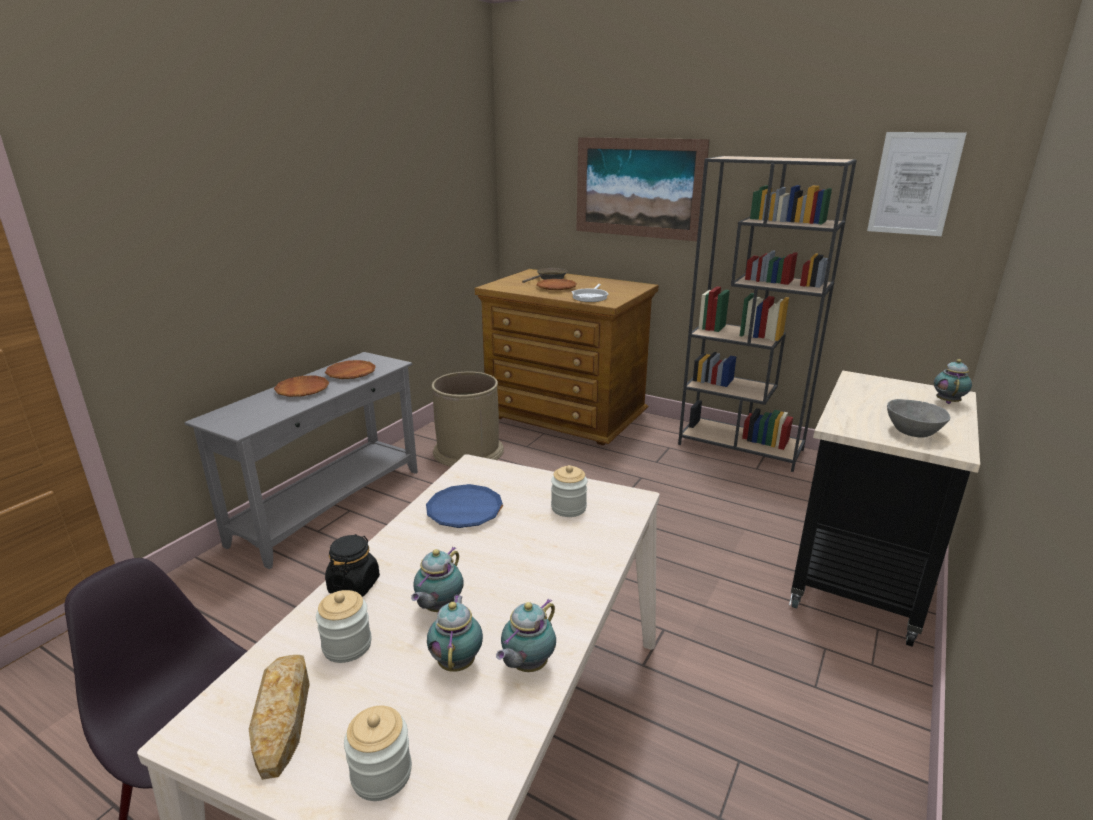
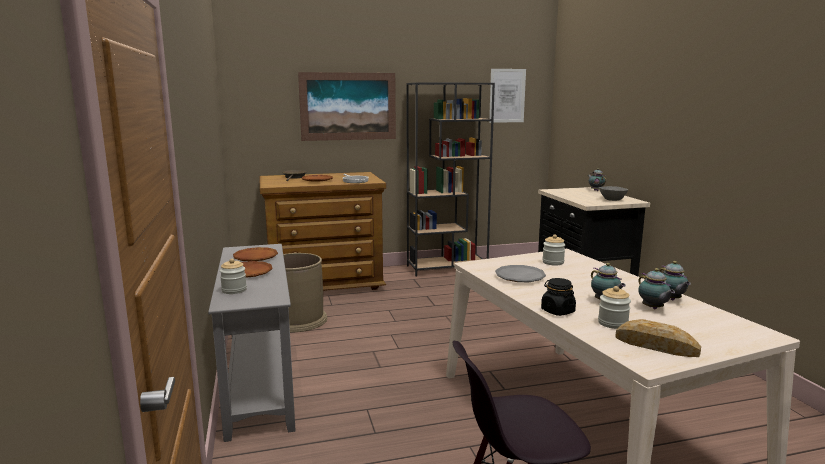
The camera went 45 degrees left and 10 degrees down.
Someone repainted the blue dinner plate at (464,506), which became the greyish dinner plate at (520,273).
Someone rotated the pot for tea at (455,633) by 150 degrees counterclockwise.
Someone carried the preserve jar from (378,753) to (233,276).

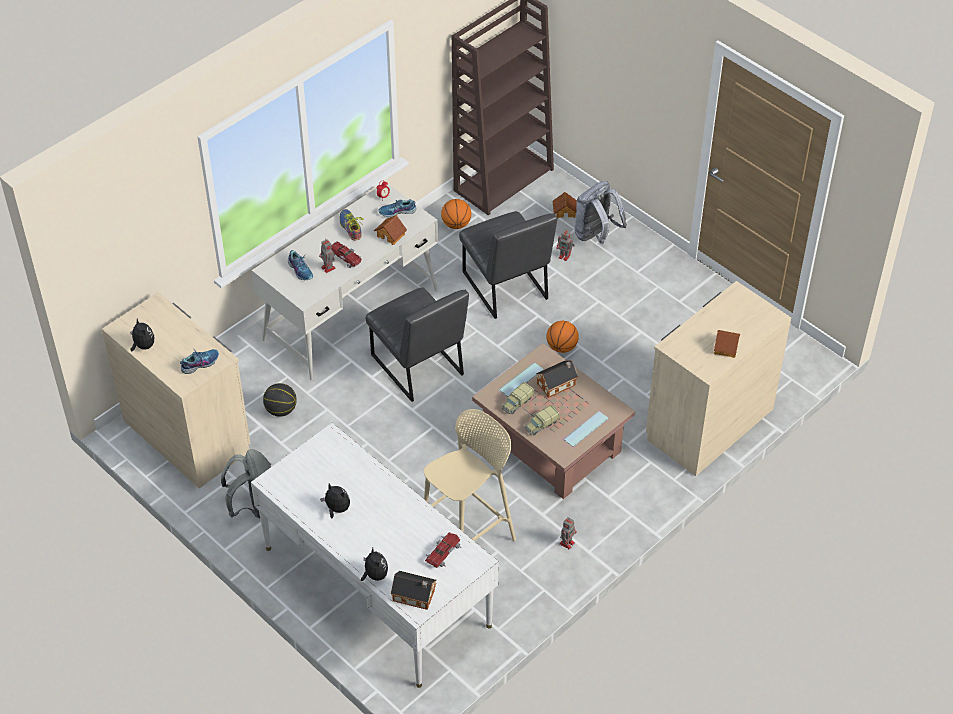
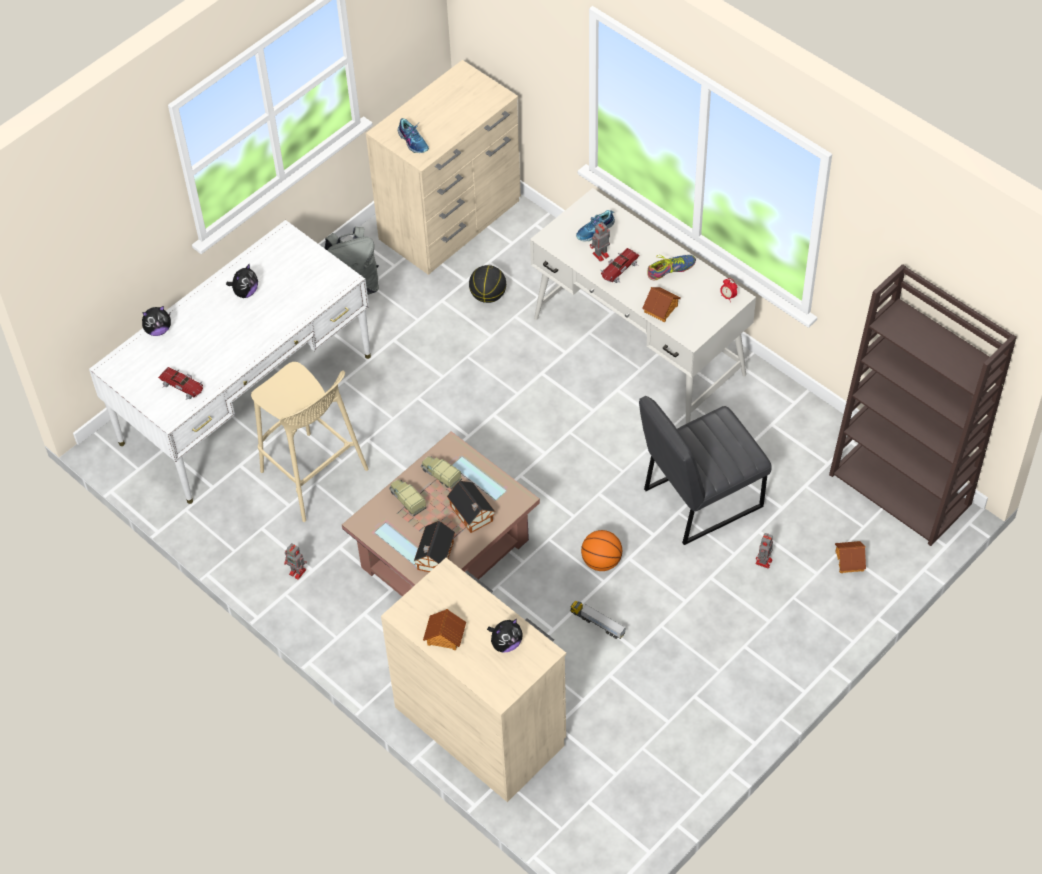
The camera went 90 degrees right and 5 degrees up.
Someone took away the greyish knapsack at (601,212).
Someone took away the low shoe at (397,208).
Someone took away the ball for basketball at (456,214).
Someone took away the greyish plain chair at (417,344).
Someone carried the cuddly toy from (142,335) to (505,636).
Someone carried the toy house from (413,590) to (434,546).
Someone put down the toy lorry at (598,620).

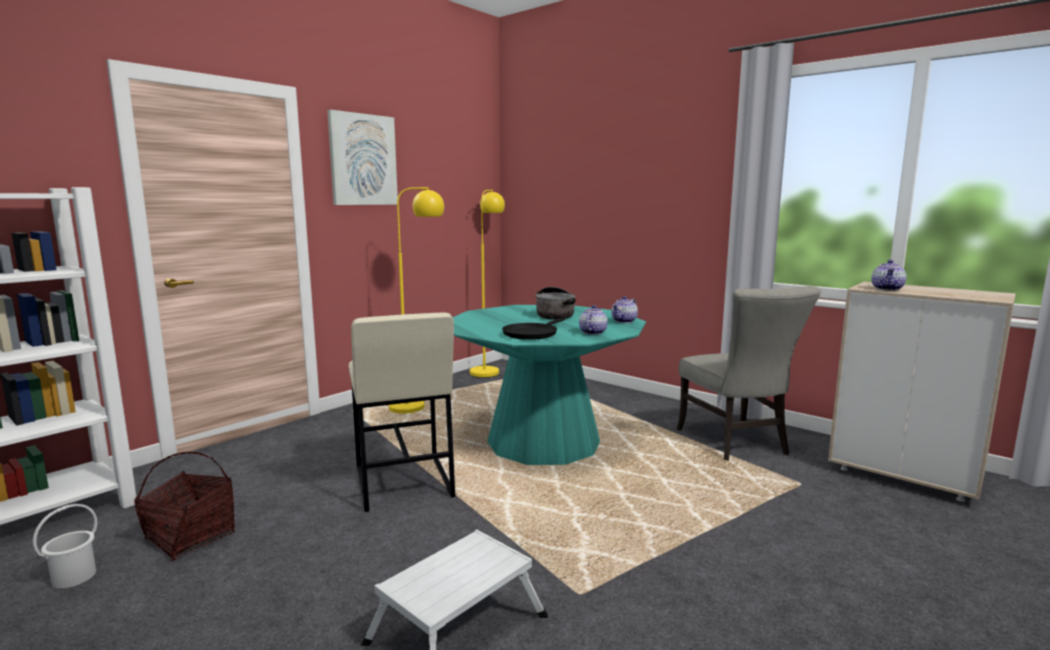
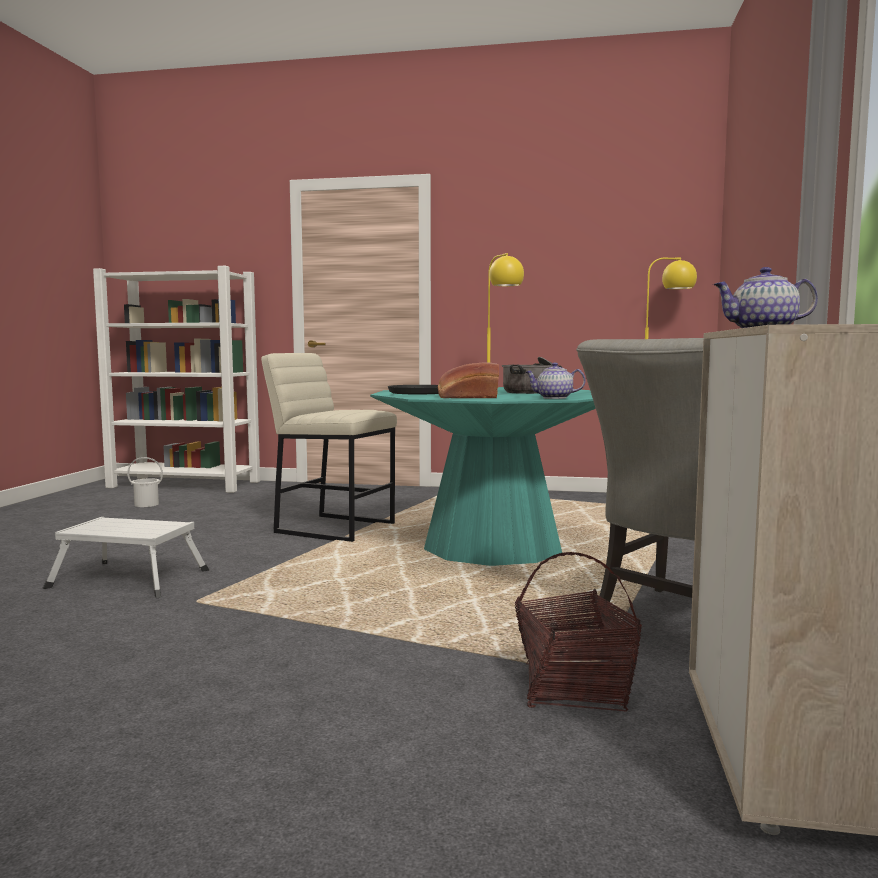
The camera went 60 degrees right and 5 degrees down.
Someone took away the wall art at (362,157).
Someone swapped the pot for tea at (593,320) for the baked bread at (468,380).
Someone rotated the beige-coloured plain chair at (402,412) by 75 degrees clockwise.
Someone carried the household basket from (184,506) to (578,632).

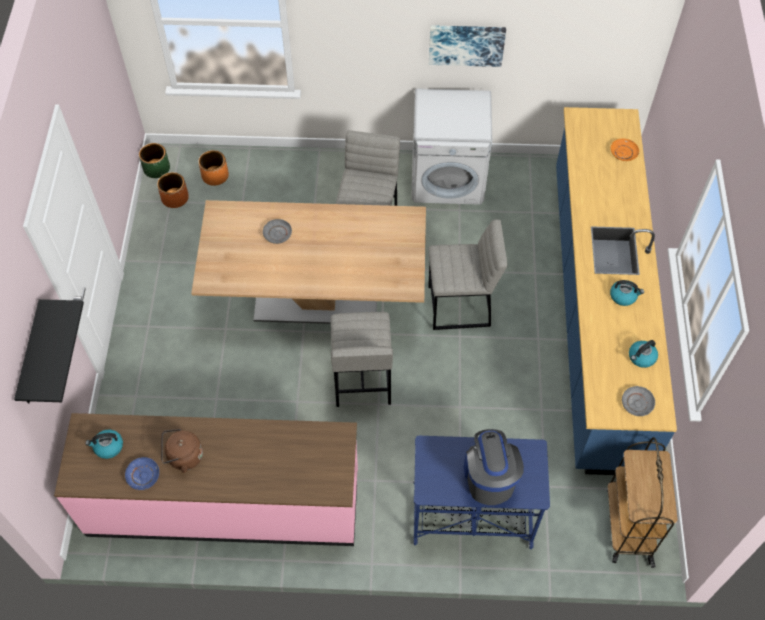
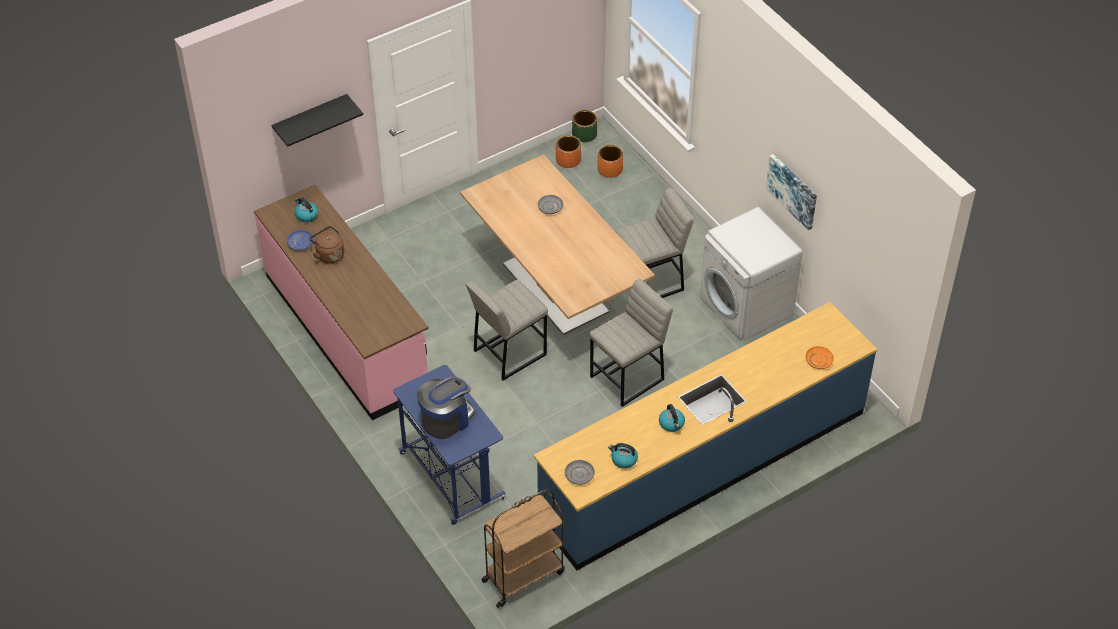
The camera went 55 degrees right and 10 degrees down.
Someone rotated the greyish plain chair at (468,274) by 90 degrees counterclockwise.

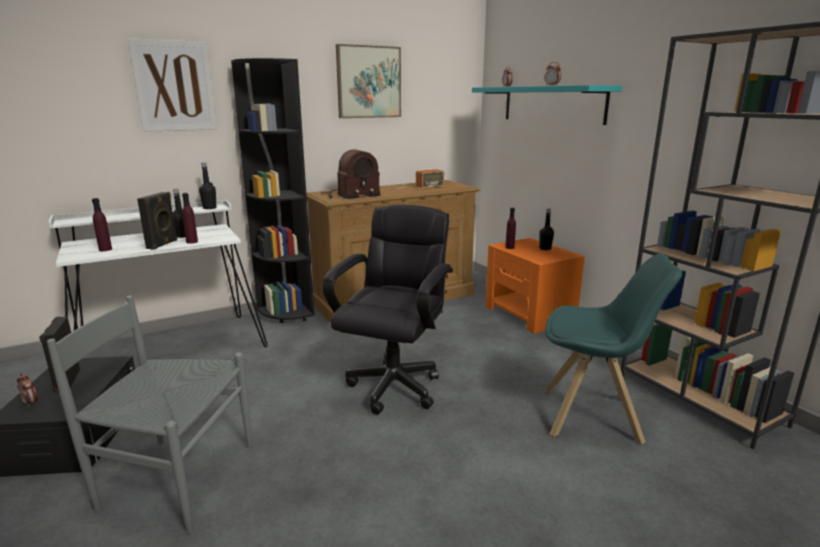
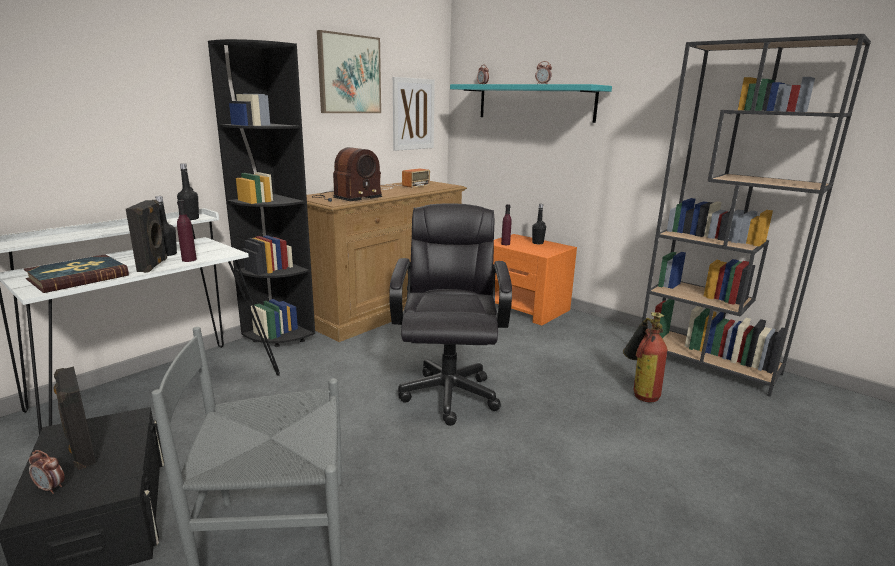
The camera went 20 degrees left and 0 degrees up.
Someone carried the wall art from (172,85) to (414,114).
Someone swapped the purple bottle at (102,224) for the book at (76,273).
Someone swapped the turquoise plain chair at (613,348) for the fire extinguisher at (645,357).

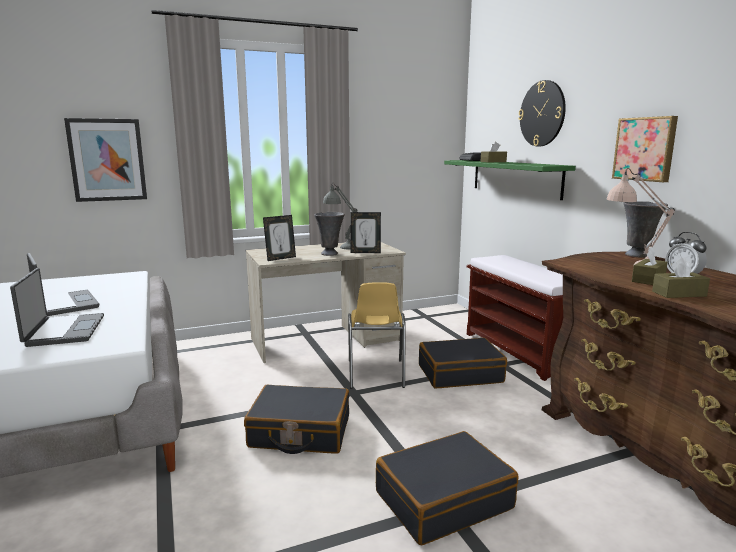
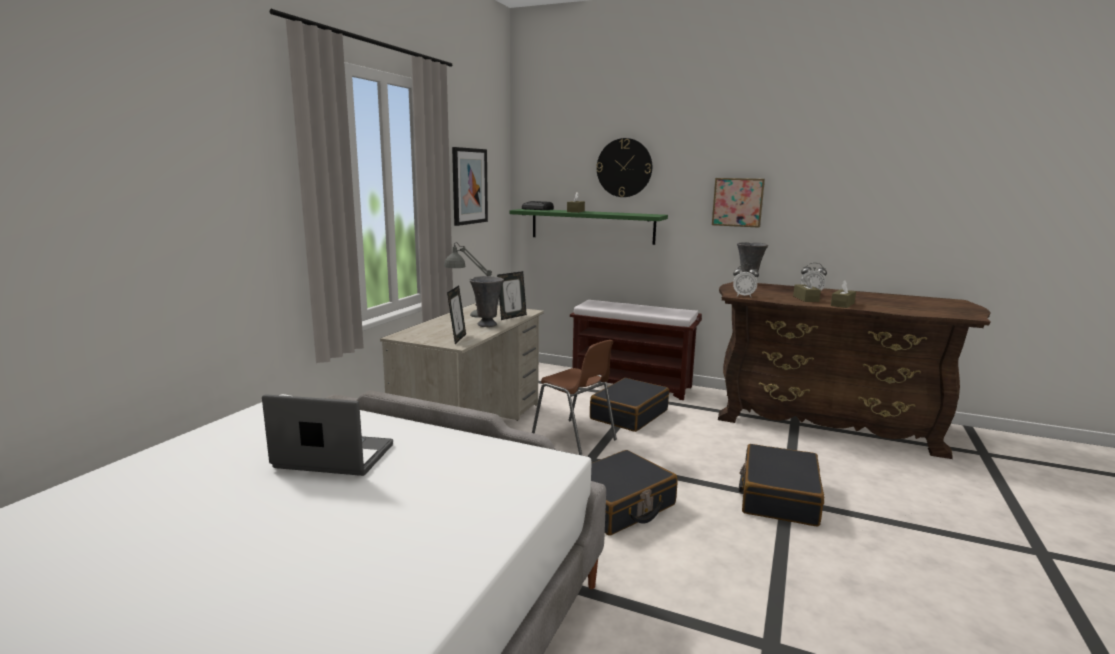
The camera went 45 degrees left and 0 degrees up.
Someone carried the wall art from (105,160) to (470,186).
Someone took away the beige-coloured tabletop lamp at (641,217).
Someone took away the laptop at (57,307).
Someone repainted the yellowish plain chair at (377,335), which became the brownish plain chair at (574,398).
Someone put down the bedside clock at (746,280).

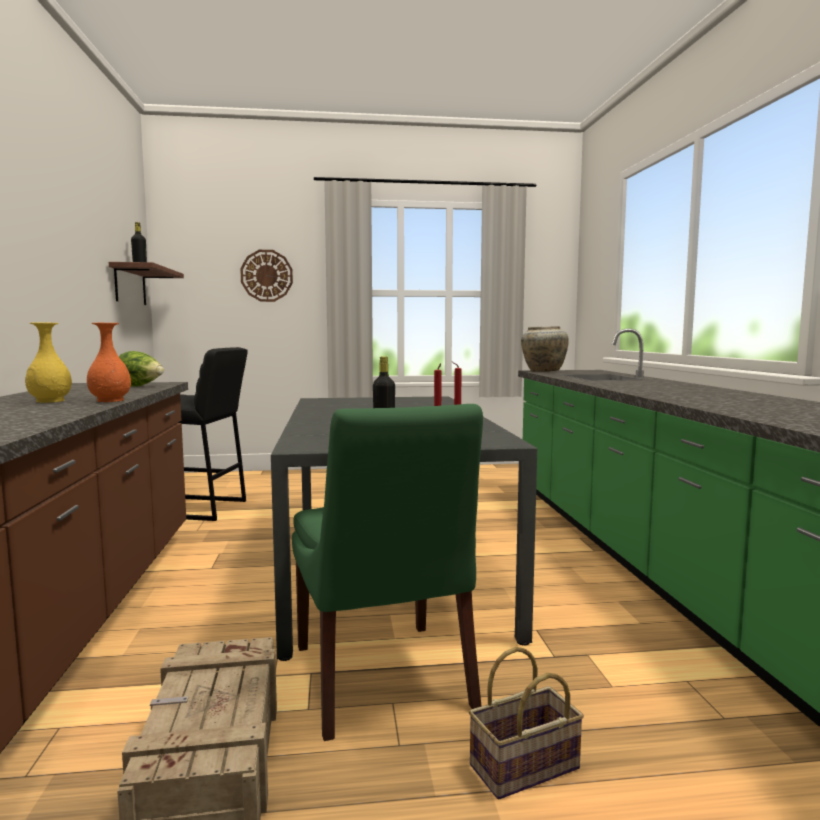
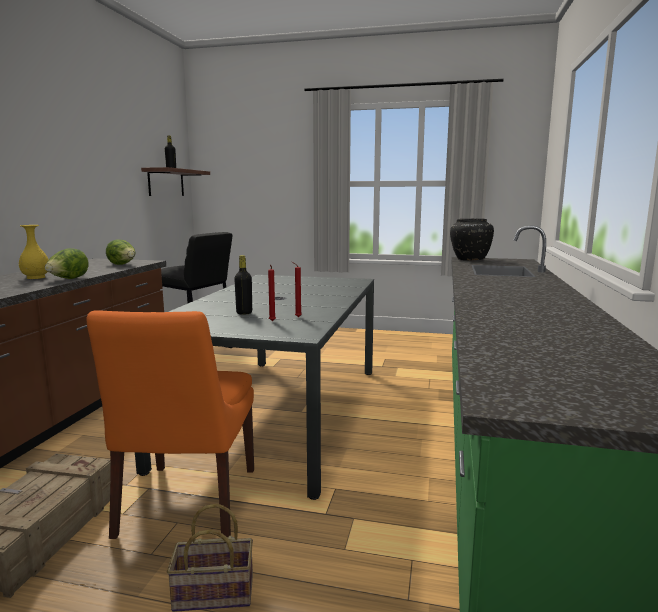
The camera went 20 degrees right and 5 degrees up.
Someone took away the hanging clock at (266,276).
Someone swapped the orange-coloured decorative vase at (109,362) for the lettuce at (67,263).
Someone repainted the beige-coloured decorative vase at (545,349), which became the black decorative vase at (472,239).
Someone repainted the greenish plain chair at (387,572), which became the orange-coloured plain chair at (170,424).

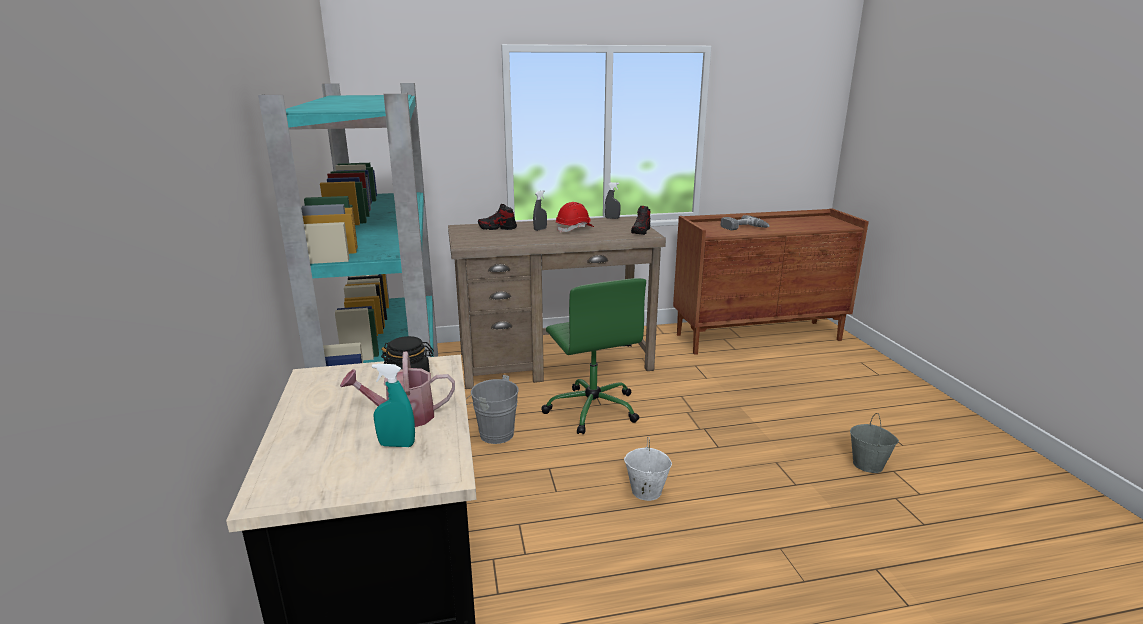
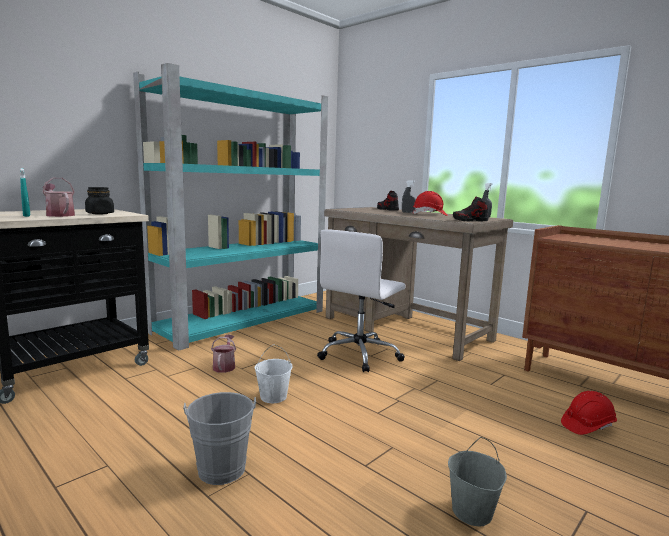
The camera went 55 degrees right and 10 degrees down.
Someone took away the power drill at (745,222).
Someone repainted the greenish computer chair at (593,356), which became the white computer chair at (361,301).
Someone carried the greyish bucket from (492,409) to (219,438).
Someone put down the watering can at (223,353).
Someone put down the red hard hat at (589,413).

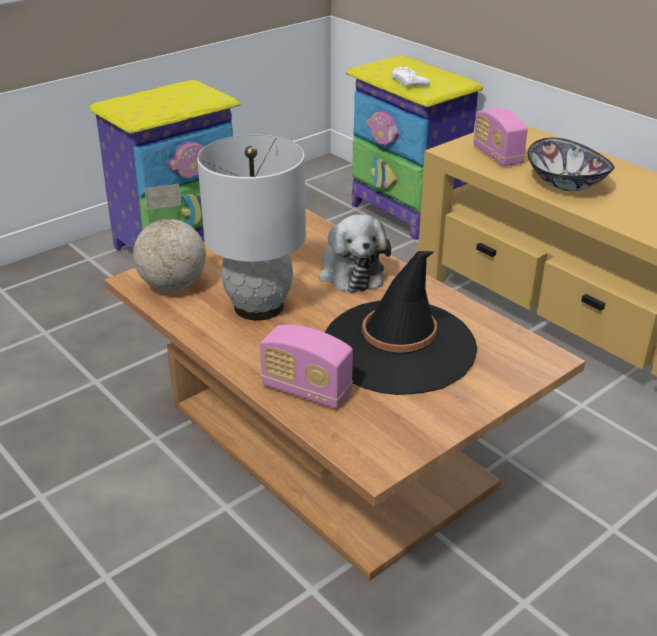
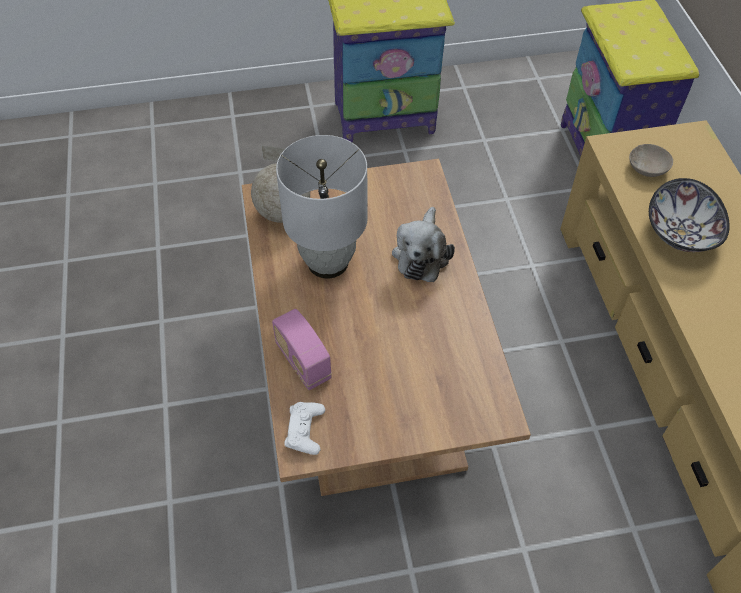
The camera went 30 degrees right and 20 degrees up.
Someone carried the white joypad from (410,77) to (305,428).
Someone swapped the radio at (501,137) for the beige-coloured bowl at (651,160).
Someone took away the black wearable hat at (401,323).

